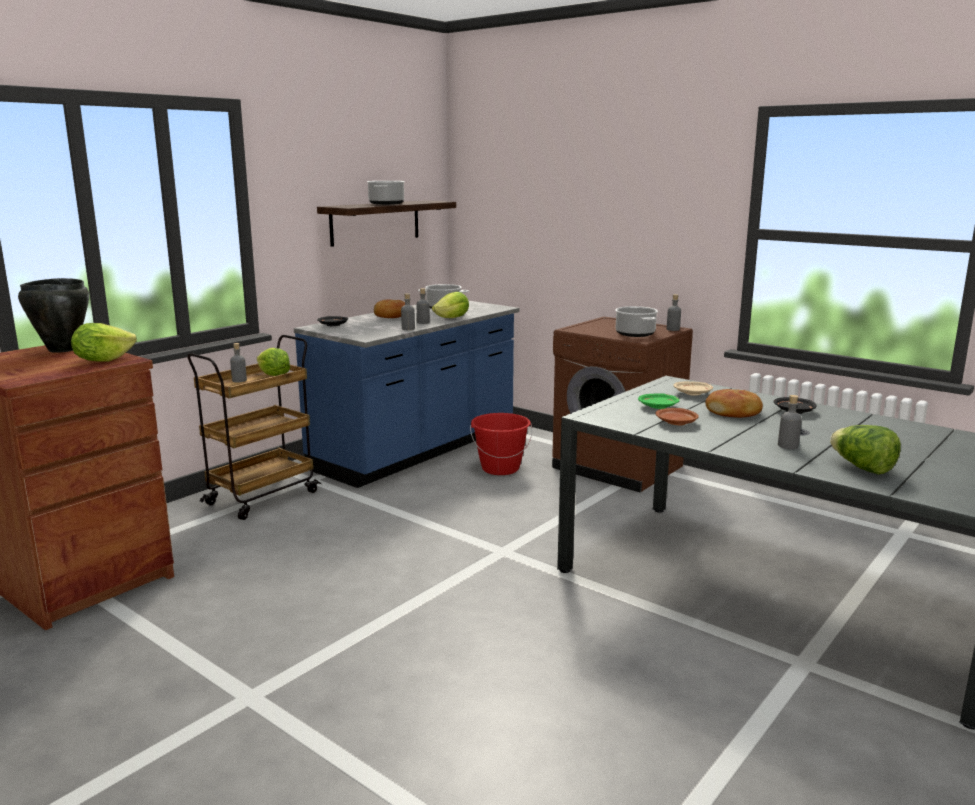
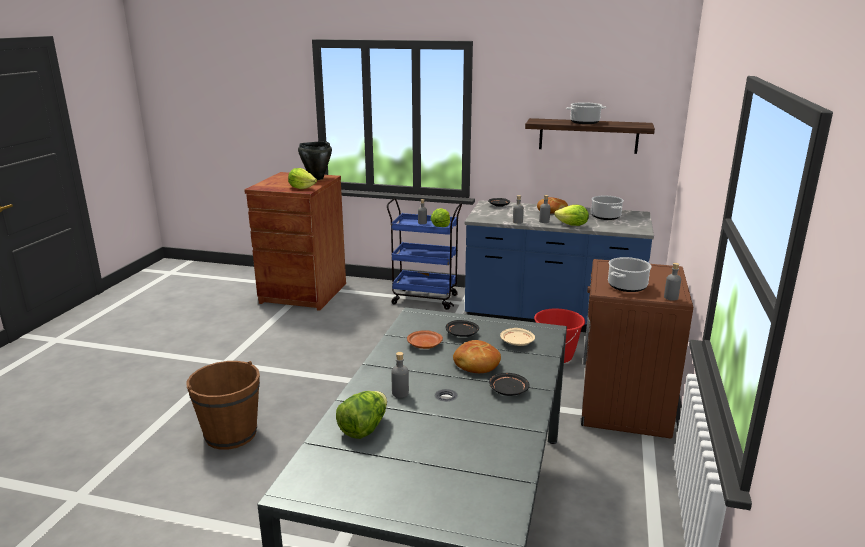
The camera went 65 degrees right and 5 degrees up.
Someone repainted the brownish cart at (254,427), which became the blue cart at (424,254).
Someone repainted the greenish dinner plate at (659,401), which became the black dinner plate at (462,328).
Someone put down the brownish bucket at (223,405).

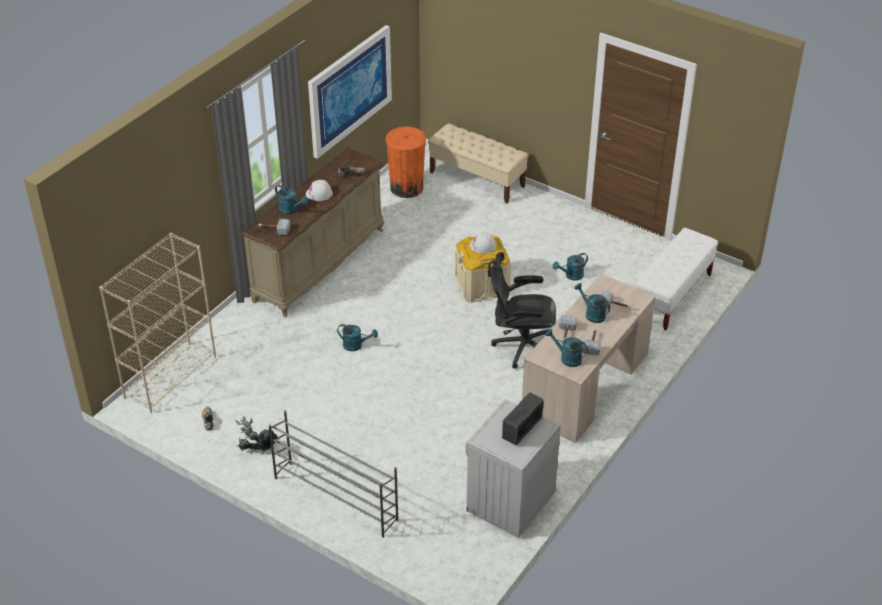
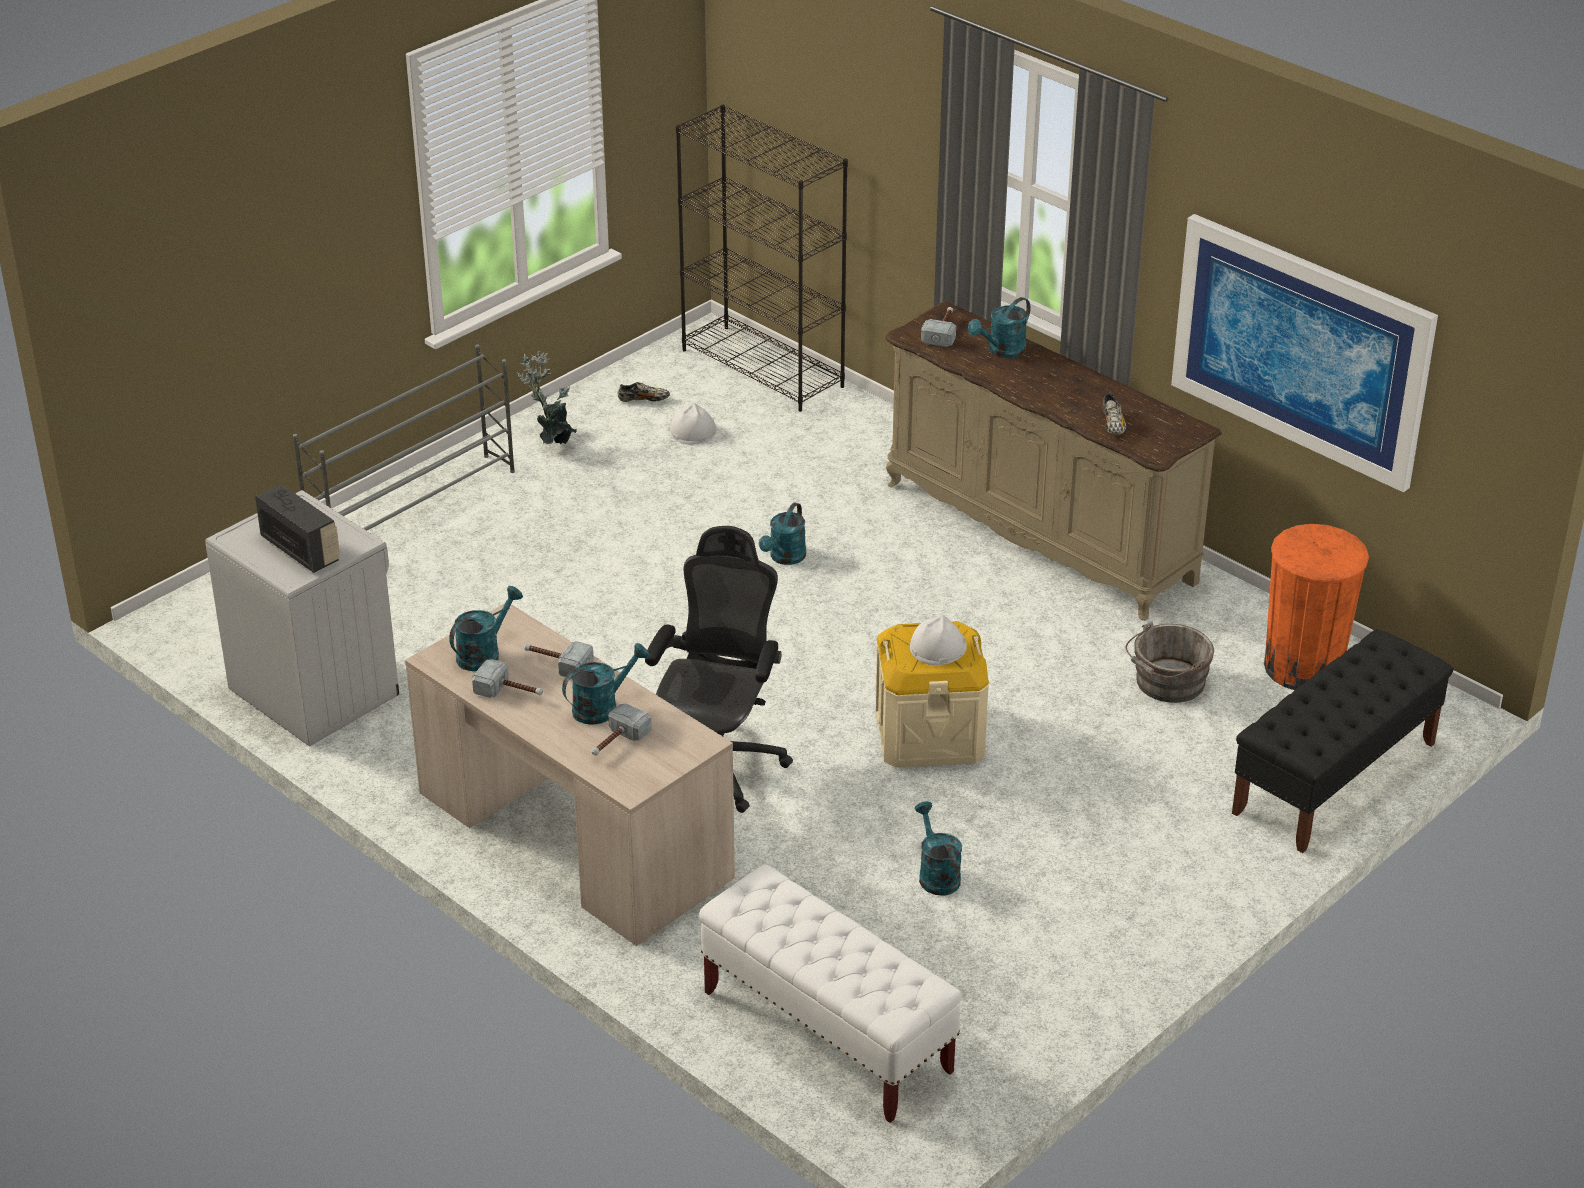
The camera went 100 degrees right and 5 degrees down.
Someone repainted the beige-coloured bench at (478,163), which became the black bench at (1342,741).
Someone carried the white hard hat from (319,190) to (693,424).
Someone repainted the beige-coloured bookshelf at (157,323), which became the black bookshelf at (762,258).
Someone put down the greyish bucket at (1169,662).

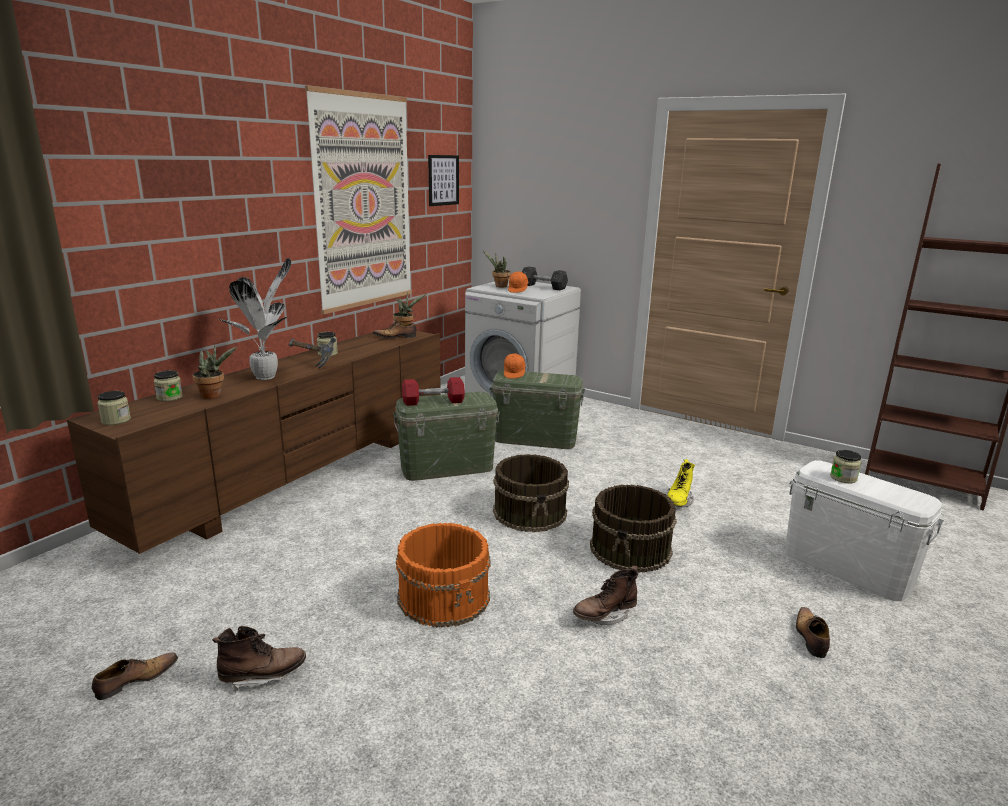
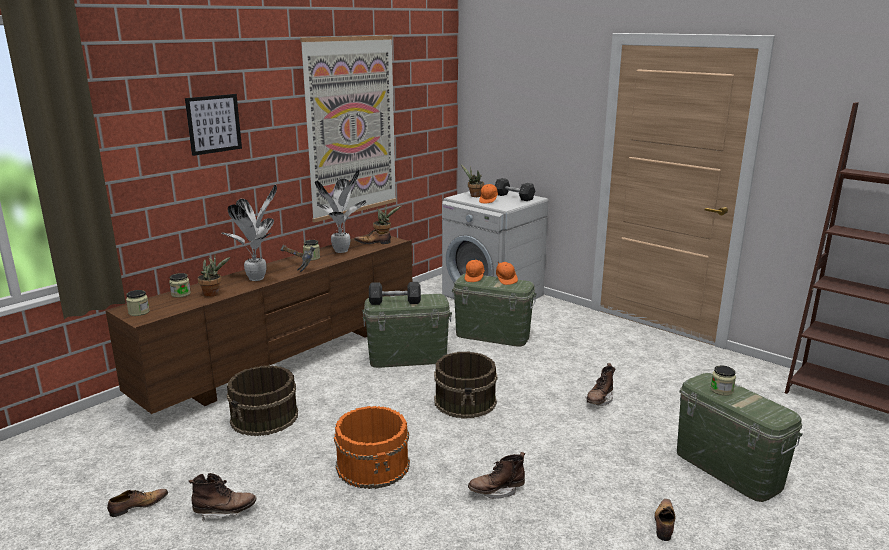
The camera went 10 degrees right and 0 degrees up.
Someone carried the wall art from (443,180) to (213,125).
Someone repainted the red dumbbell at (433,391), which became the greyish dumbbell at (395,293).
Someone repainted the yellowish high-top boot at (680,483), which became the brownish high-top boot at (600,384).
Someone repainted the white storage box at (864,530), which became the greenish storage box at (740,437).
Someone carried the brownish bucket from (633,528) to (262,400).
Someone put down the houseplant at (341,211).
Someone put down the orange-coloured baseball cap at (507,273).

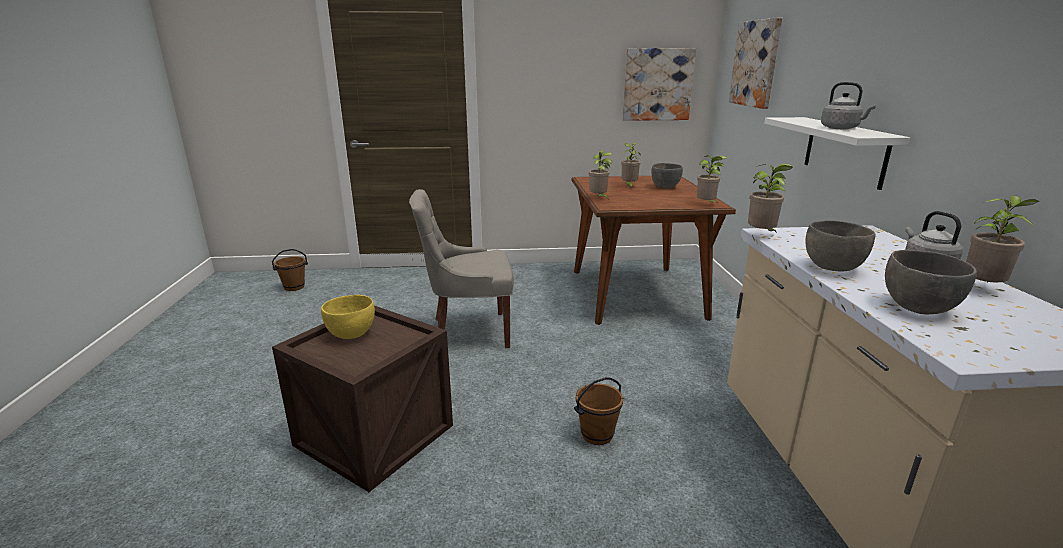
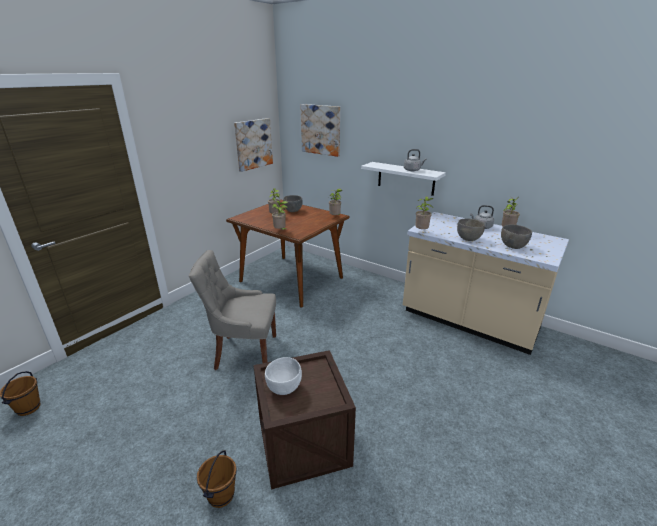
The camera went 50 degrees left and 5 degrees up.
Someone rotated the greyish plain chair at (461,268) by 60 degrees clockwise.
Someone repainted the yellowish bowl at (348,317), which became the white bowl at (283,376).
Someone carried the brownish bucket from (598,411) to (216,479).

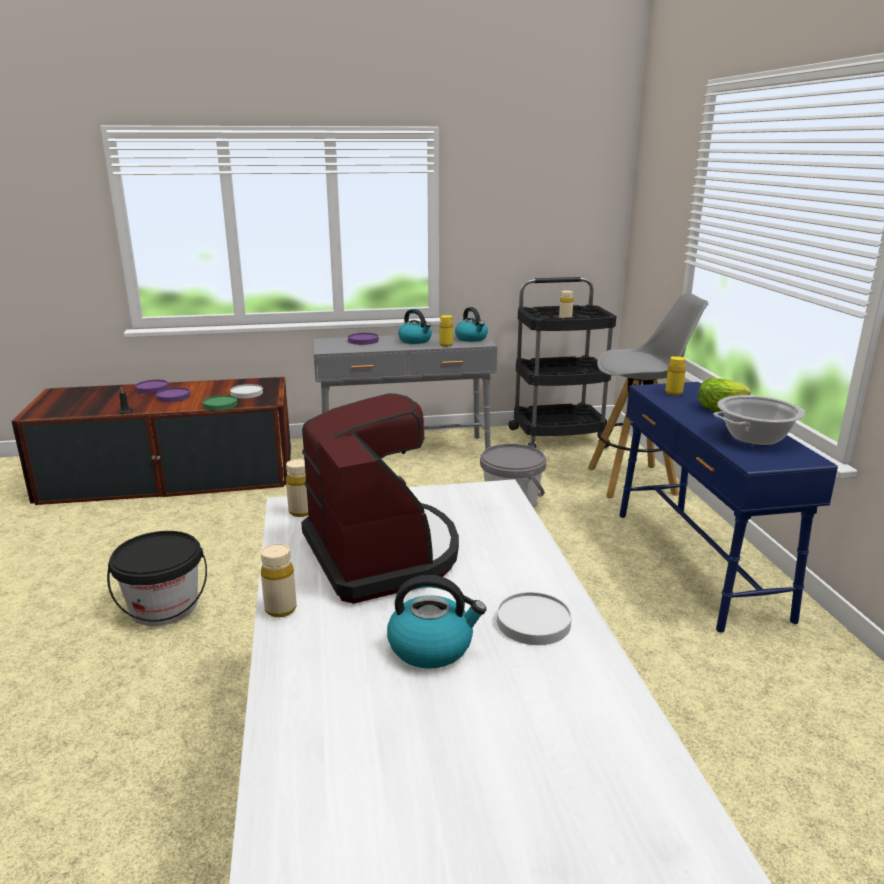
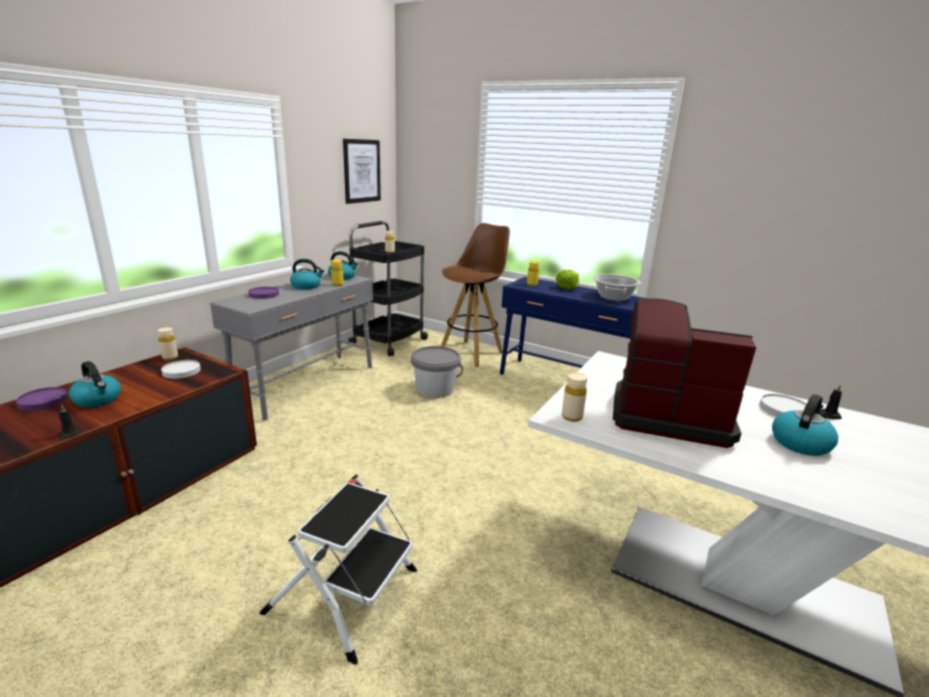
The camera went 50 degrees left and 0 degrees up.
Someone repainted the greyish stool seat at (648,395), which became the brownish stool seat at (475,295).
Someone swapped the purple dinner plate at (173,395) for the tea kettle at (95,384).
Someone took away the greenish dinner plate at (220,403).
Someone swapped the black bucket at (157,578) for the step ladder at (338,570).
Someone carried the beige-coloured bottle from (279,580) to (168,343).
Someone put up the wall art at (362,171).
Someone put down the black wax light at (830,401).

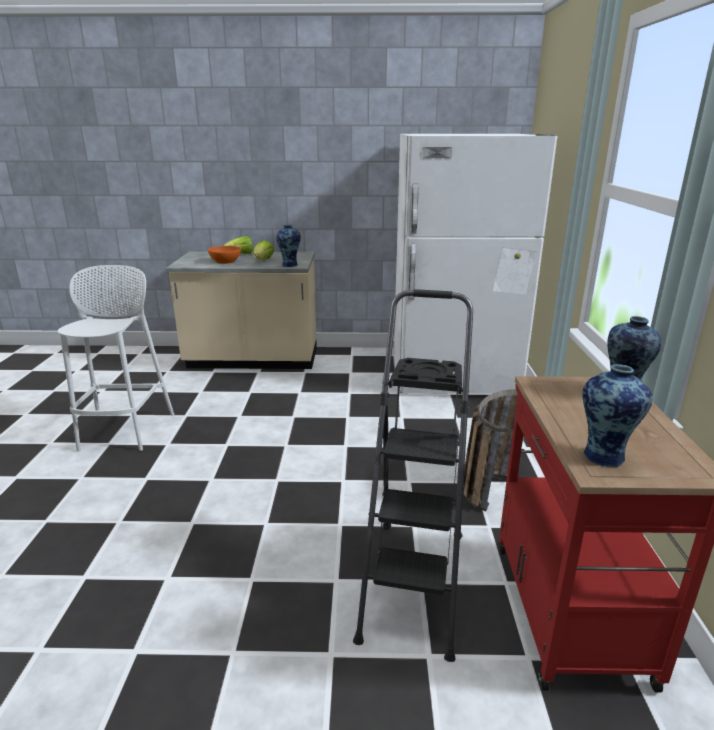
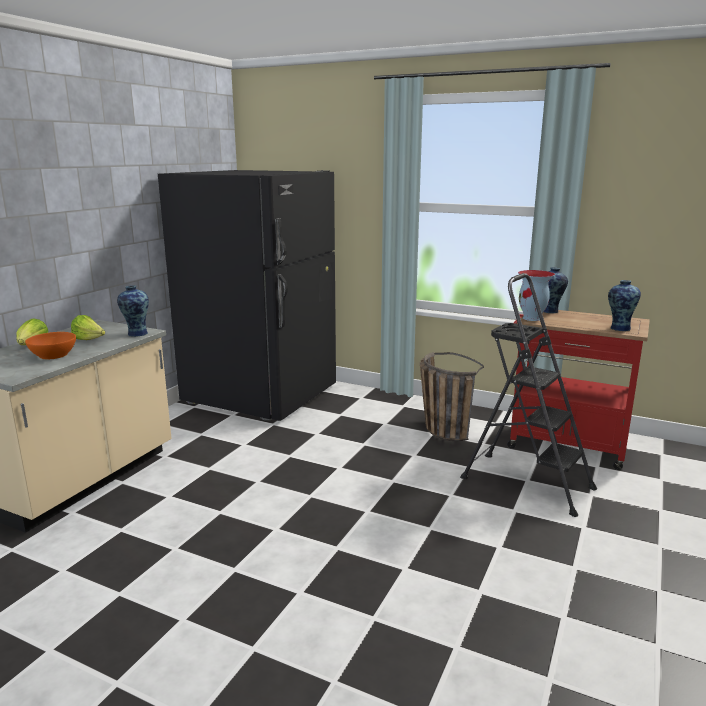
The camera went 65 degrees left and 5 degrees down.
Someone repainted the white refrigerator at (475,264), which became the black refrigerator at (247,295).
Someone took away the white stool seat at (115,358).
Someone put down the decorative vase at (536,295).

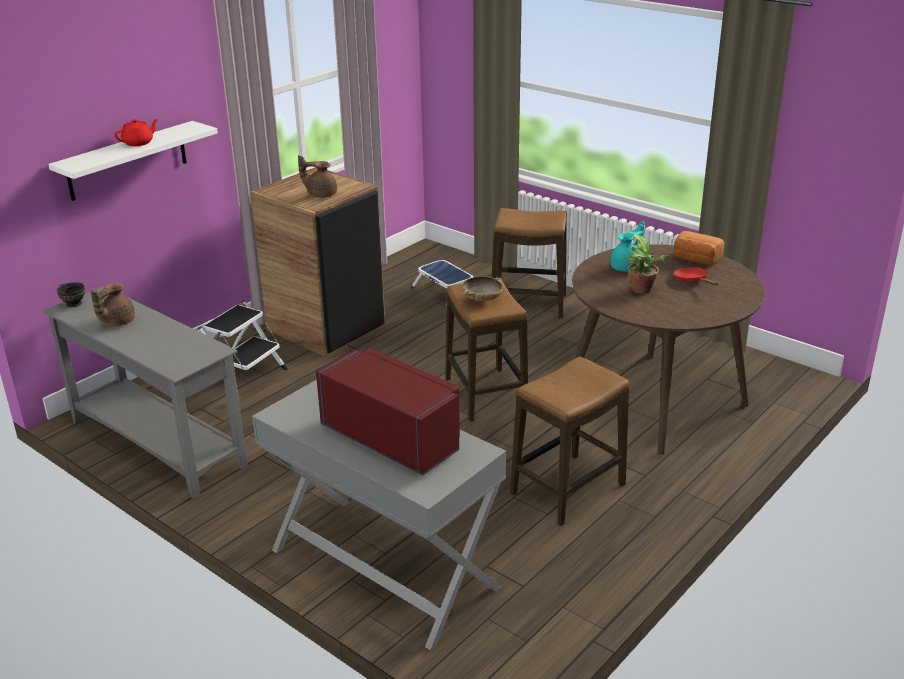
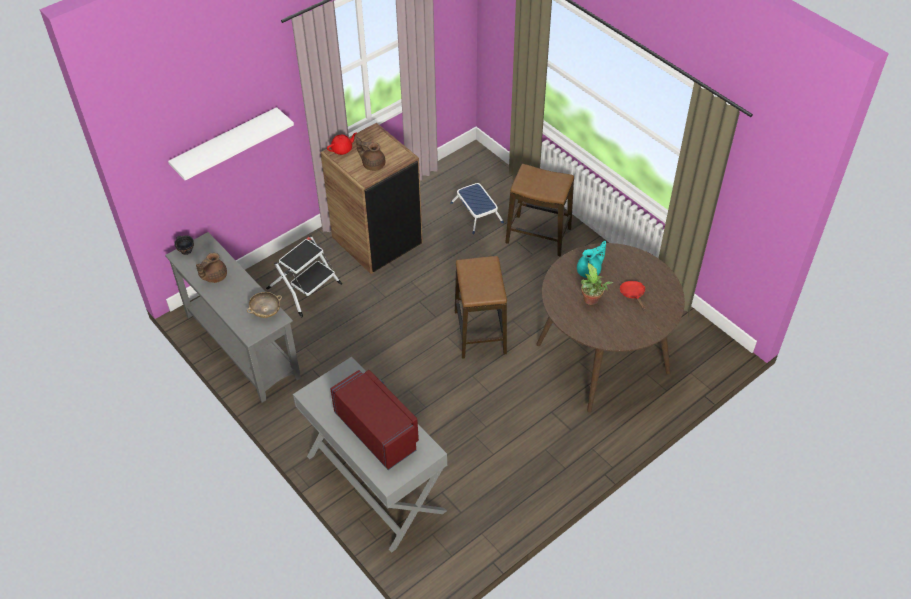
The camera went 10 degrees right and 20 degrees up.
Someone carried the red pot for tea from (136,132) to (341,144).
Someone took away the baked bread at (699,248).
Someone carried the beige-coloured bowl from (482,289) to (264,305).
Someone took away the stool seat at (569,441).

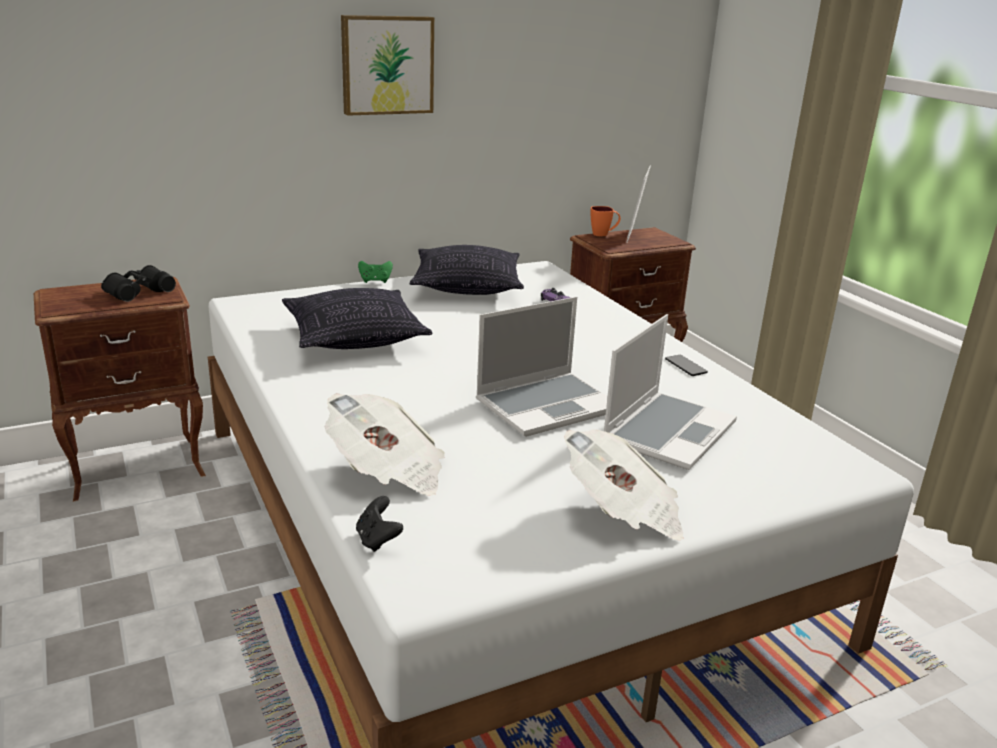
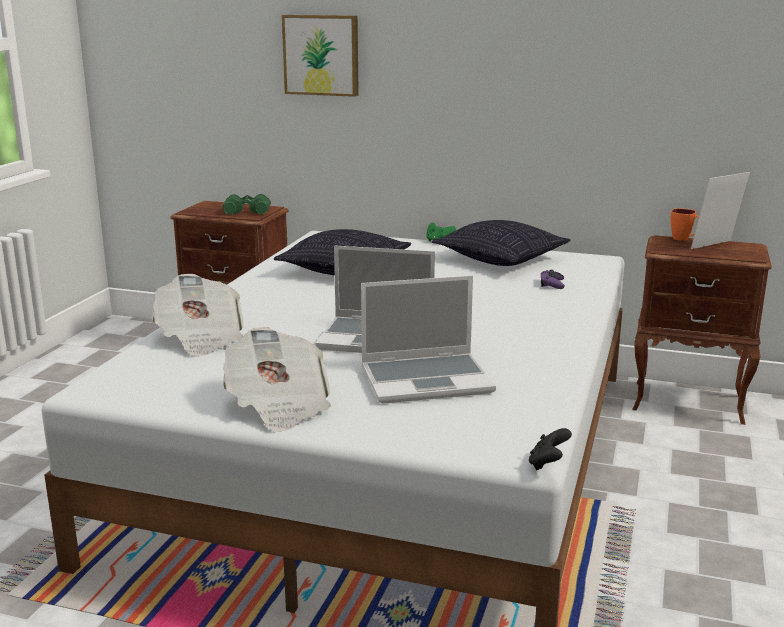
The camera went 45 degrees right and 5 degrees down.
Someone carried the wall art from (387,65) to (320,56).
Someone repainted the black binoculars at (138,283), which became the greenish binoculars at (246,204).
Someone took away the phone at (686,365).
Someone carried the black joypad from (379,524) to (550,449).

